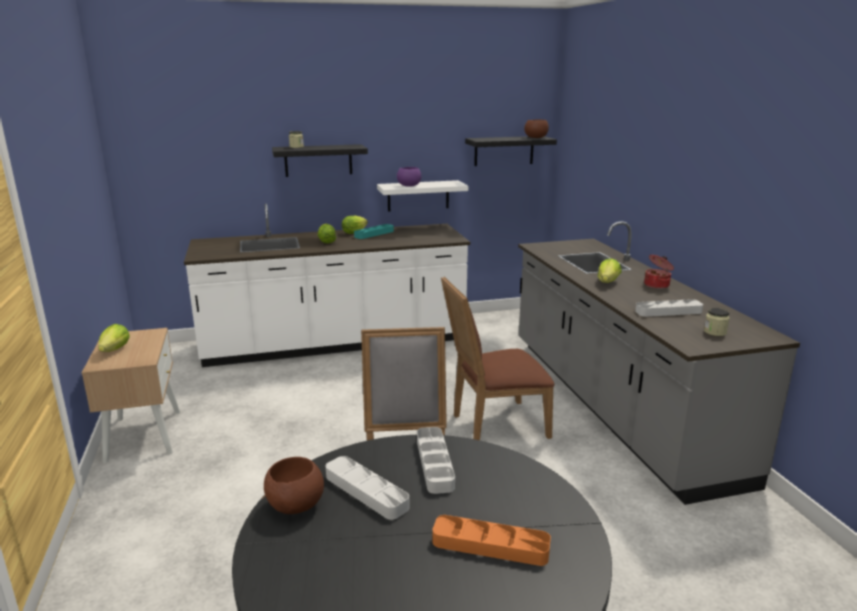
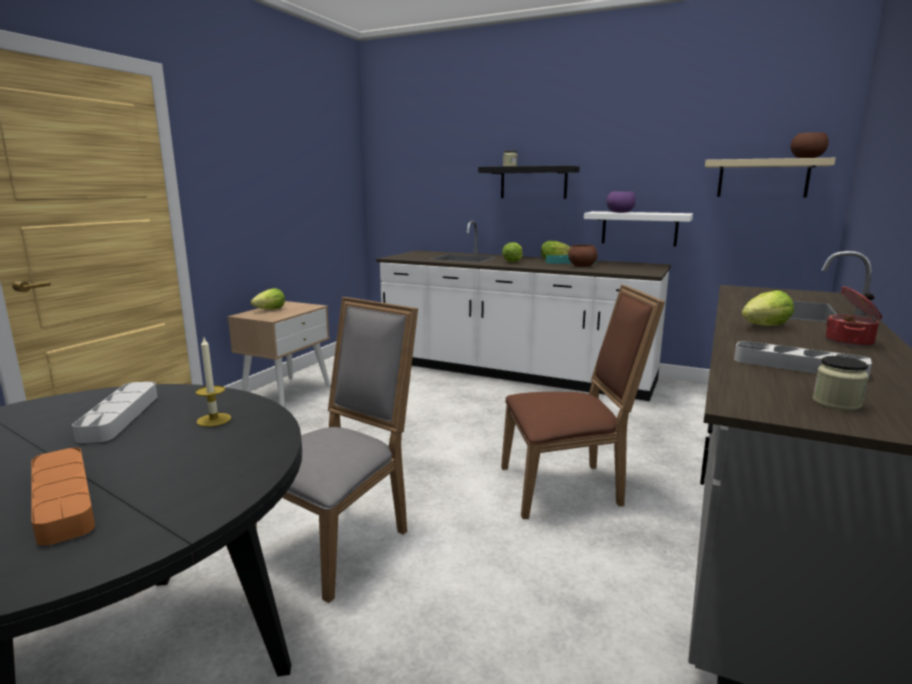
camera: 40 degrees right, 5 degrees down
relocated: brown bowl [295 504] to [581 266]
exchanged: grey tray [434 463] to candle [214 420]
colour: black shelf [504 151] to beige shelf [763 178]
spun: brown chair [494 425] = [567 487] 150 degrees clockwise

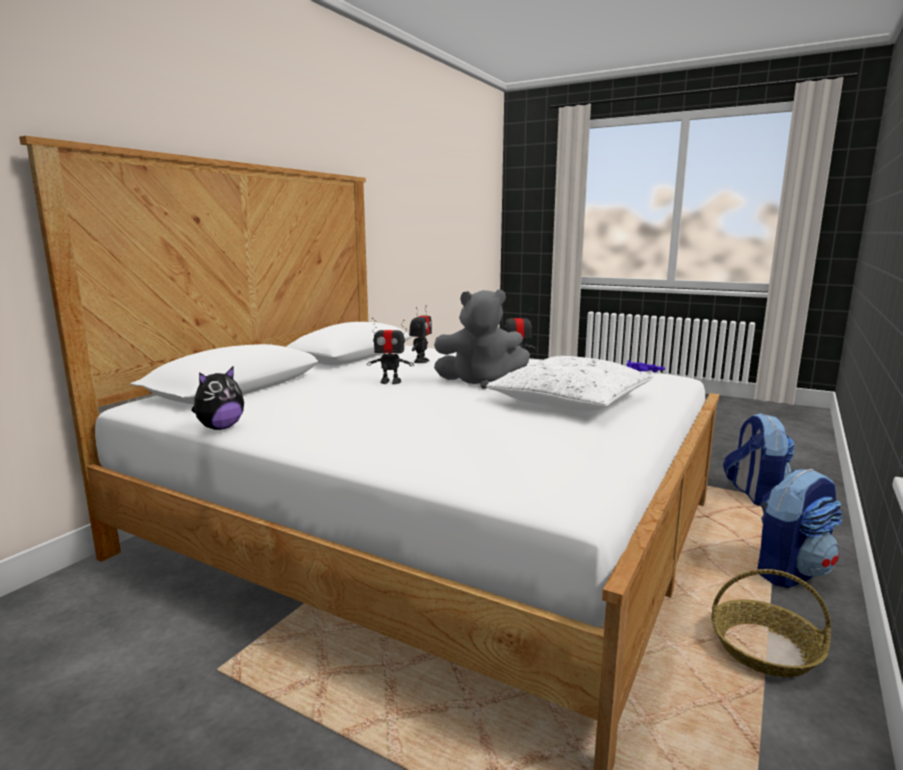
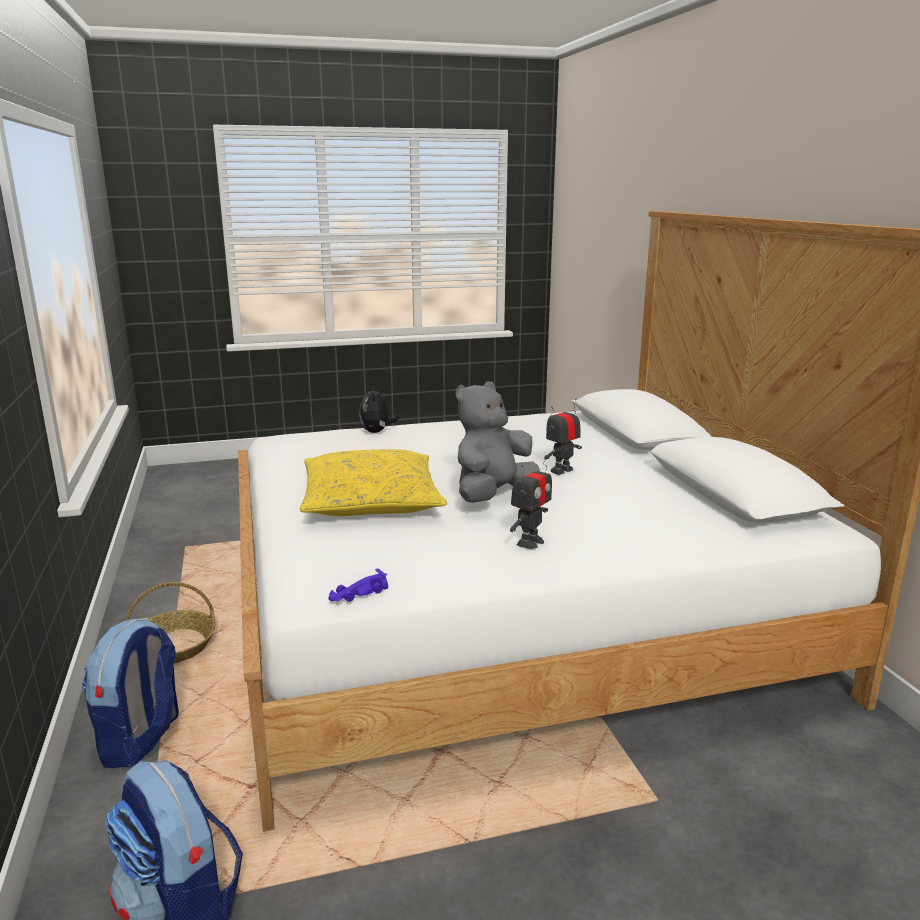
camera: 135 degrees right, 5 degrees up
missing: toy robot [421 361]
relocated: plush toy [220 428] to [377 432]
colour: white pillow [570 401] to yellow pillow [371 501]

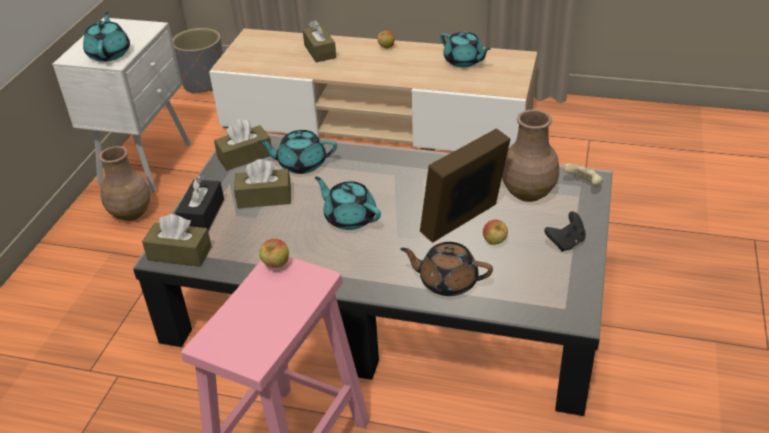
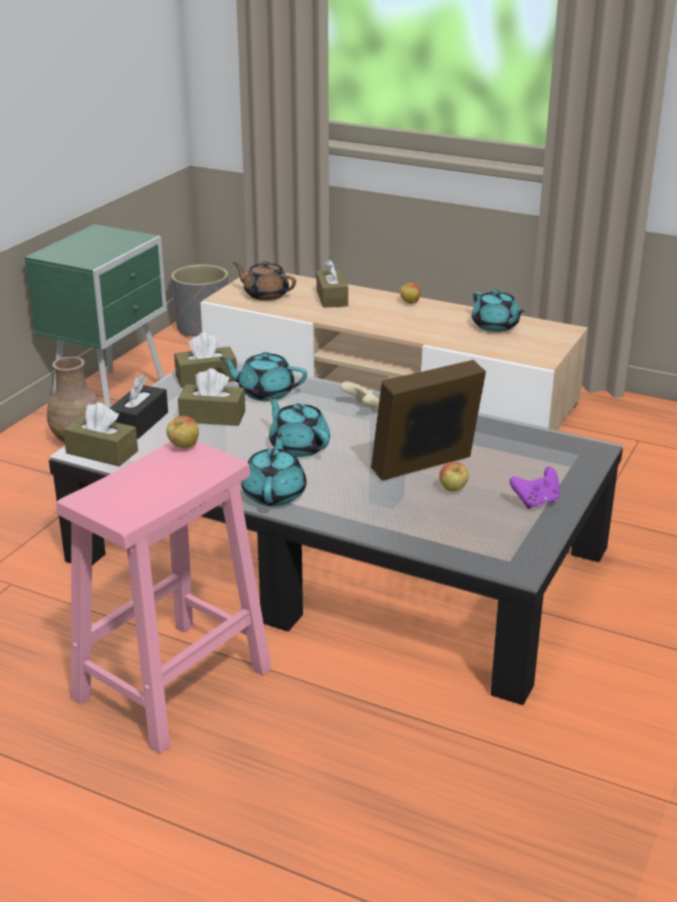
camera: 10 degrees right, 10 degrees down
missing: brown vase [527 193]
relocated: turquoise teapot [109 53] to [274 494]; brown teapot [447 281] to [265 295]; beige game controller [583 185] to [363 409]
colour: white nightstand [148 163] to green nightstand [113 396]; black game controller [566 243] to purple game controller [536 502]

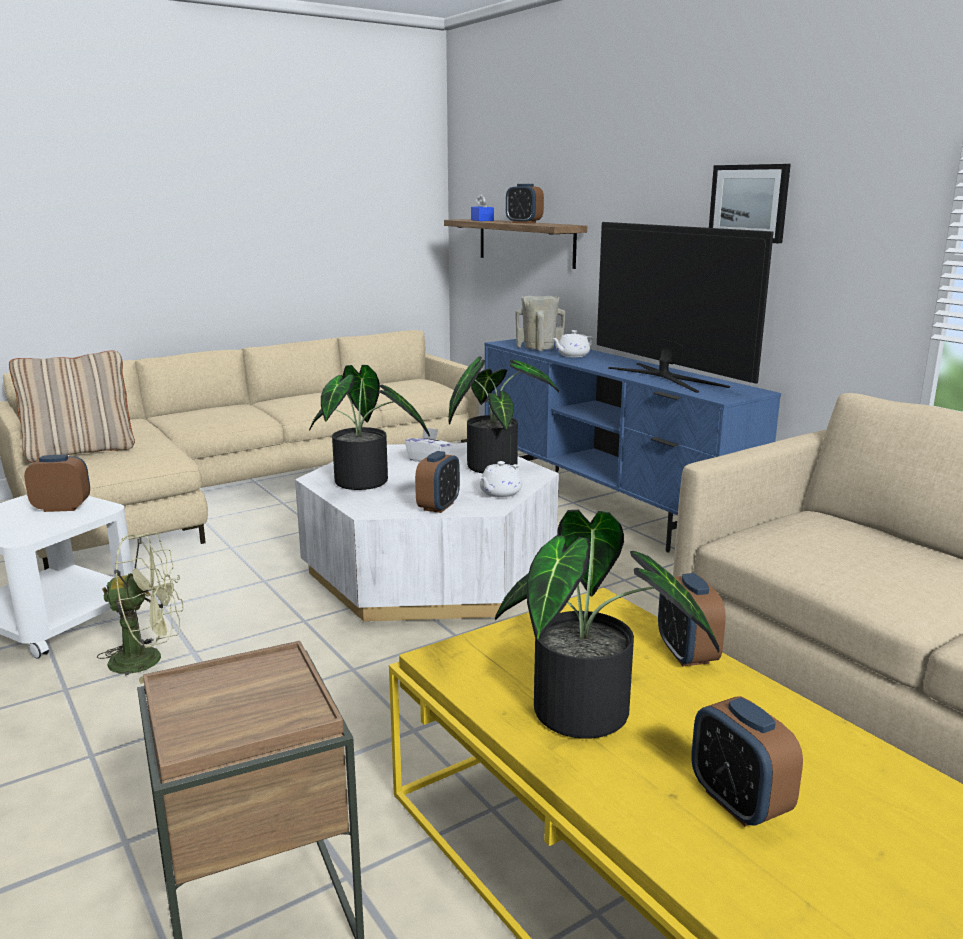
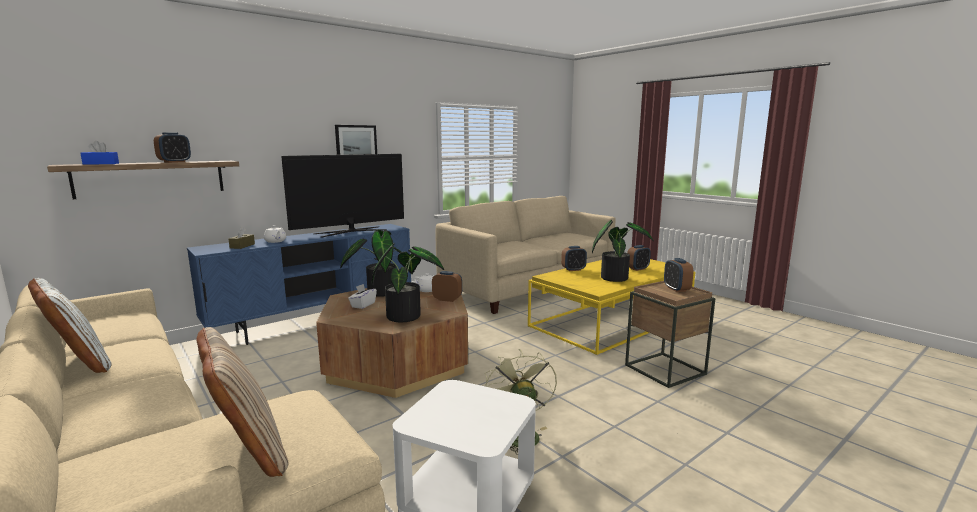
camera: 95 degrees left, 5 degrees down
appeared: white pillow [78 365]
relocated: alarm clock [62 508] to [676 289]
exchanged: beige vase [539 349] to brown tissue box [242 246]
colour: white coffee table [430 570] to brown coffee table [397 361]

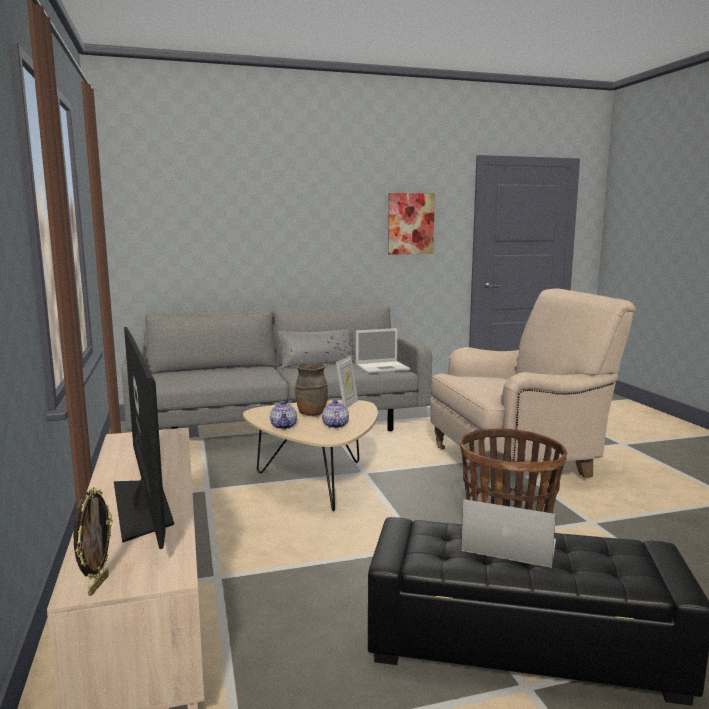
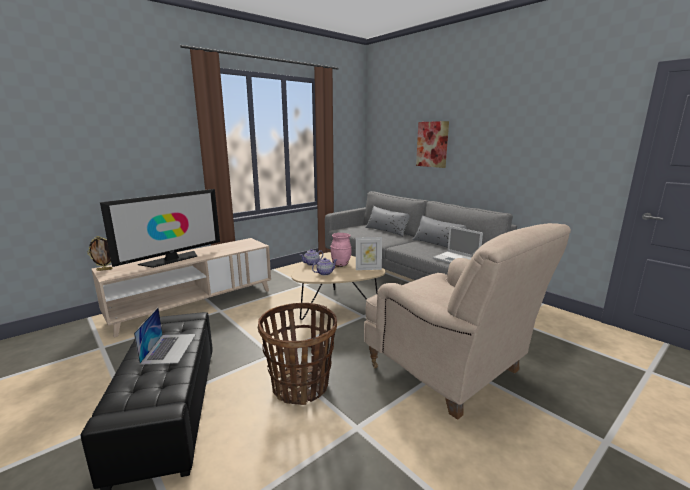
camera: 65 degrees right, 5 degrees up
appeared: grey pillow [387 231]
relocated: picture [410 224] to [432 144]
colour: brown vase [311 413] to pink vase [340 264]

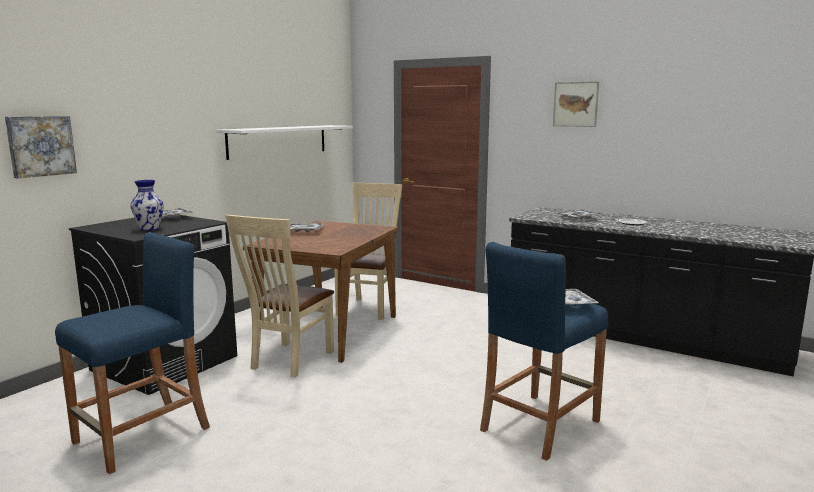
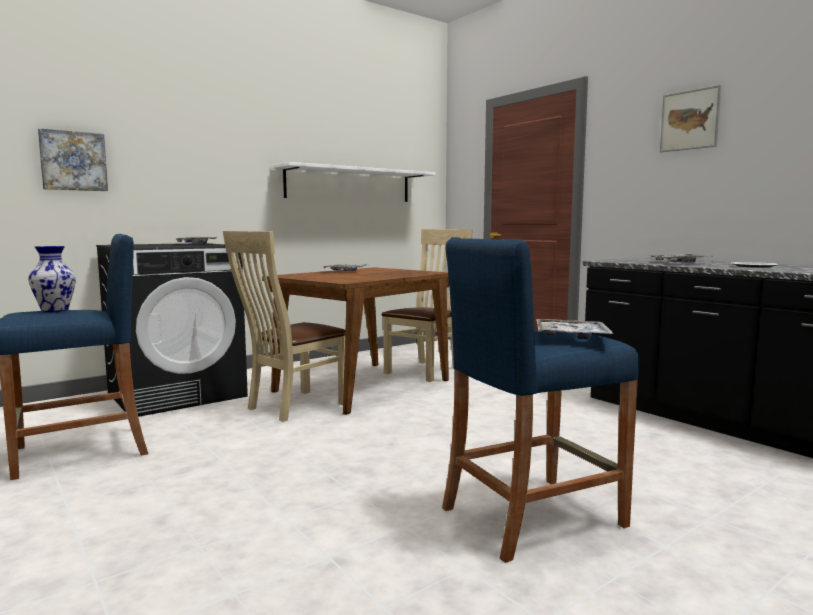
camera: 20 degrees right, 5 degrees down
relocated: vase [150 228] to [56 310]

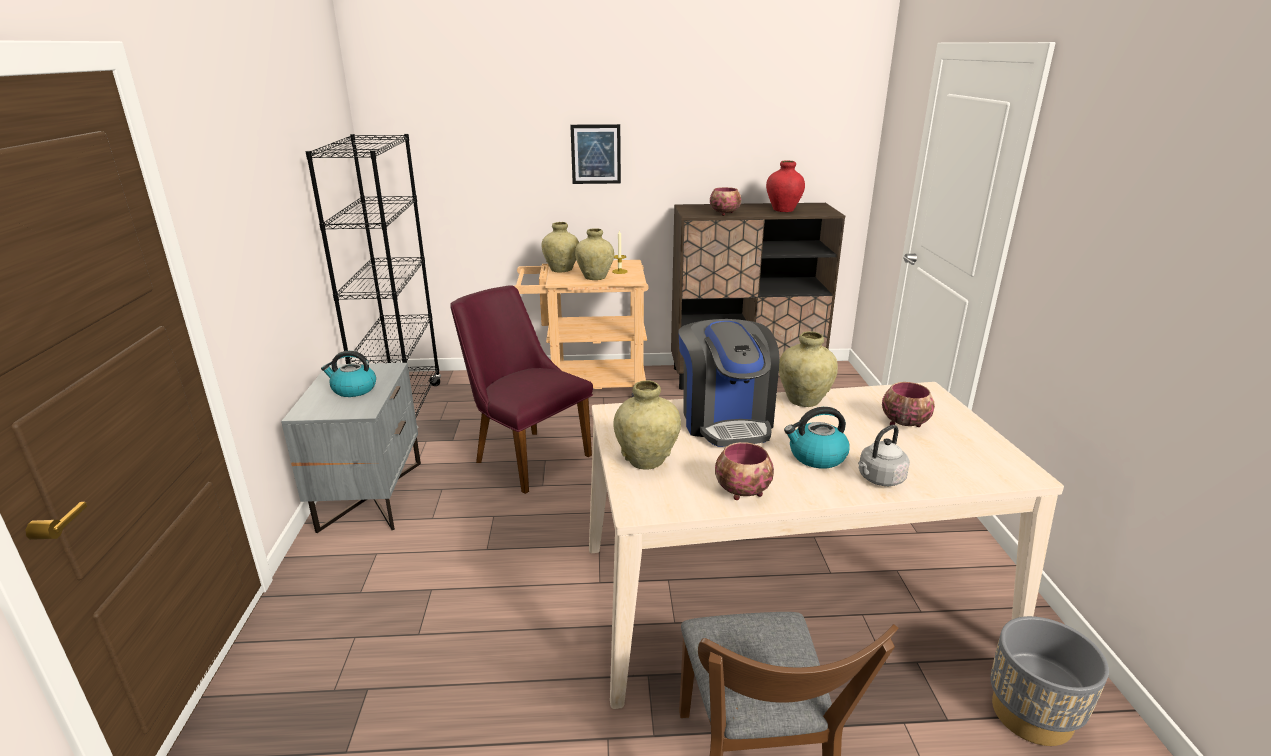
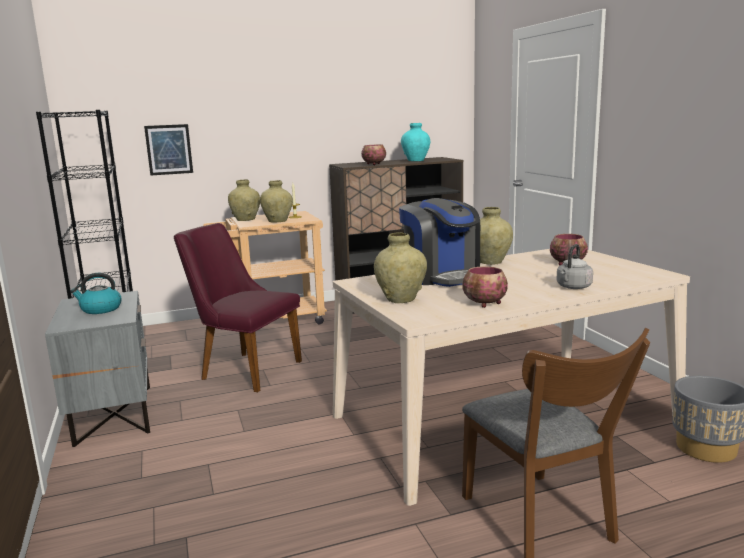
camera: 15 degrees left, 10 degrees down
missing: kettle [816 457]
relocated: picture [596 154] to [169 149]
colour: red vase [783 210] to turquoise vase [415 160]

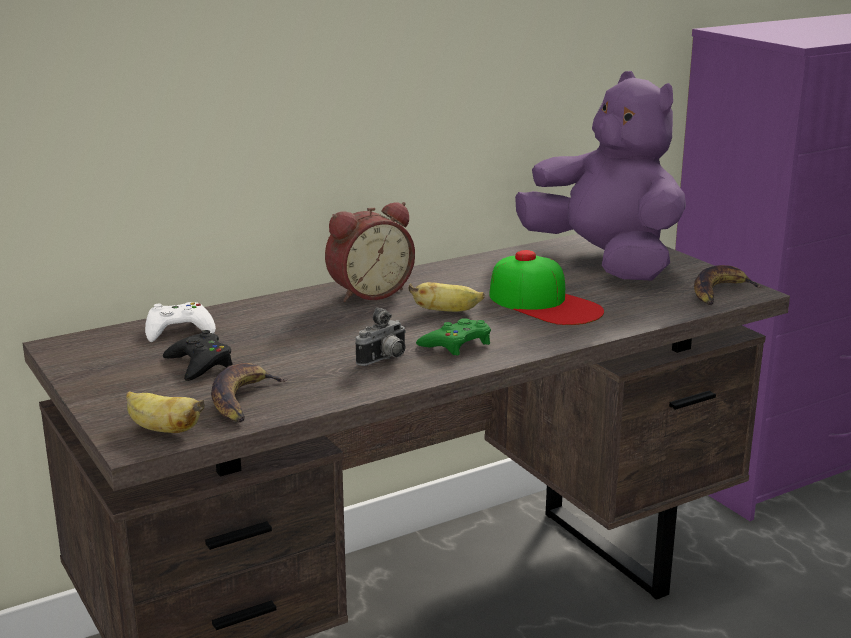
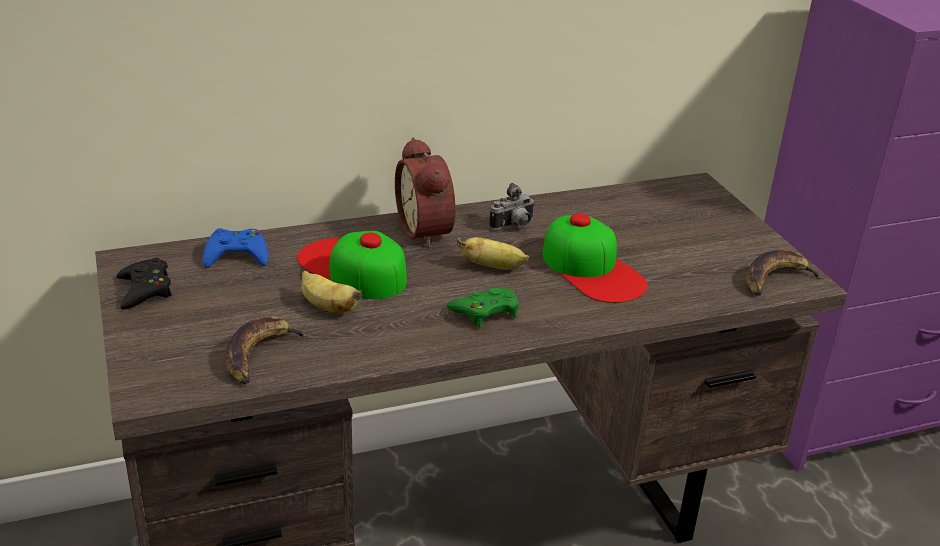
camera: 10 degrees right, 10 degrees up
missing: purple plush toy [604 262]
appeared: cap [352 268]
relocated: banana [162 429] to [327 307]; black game controller [199 364] to [144 290]; photo camera [385 360] to [513 226]
colour: white game controller [179 330] to blue game controller [237 255]
spun: alarm clock [368 292] = [428 231] 90 degrees clockwise

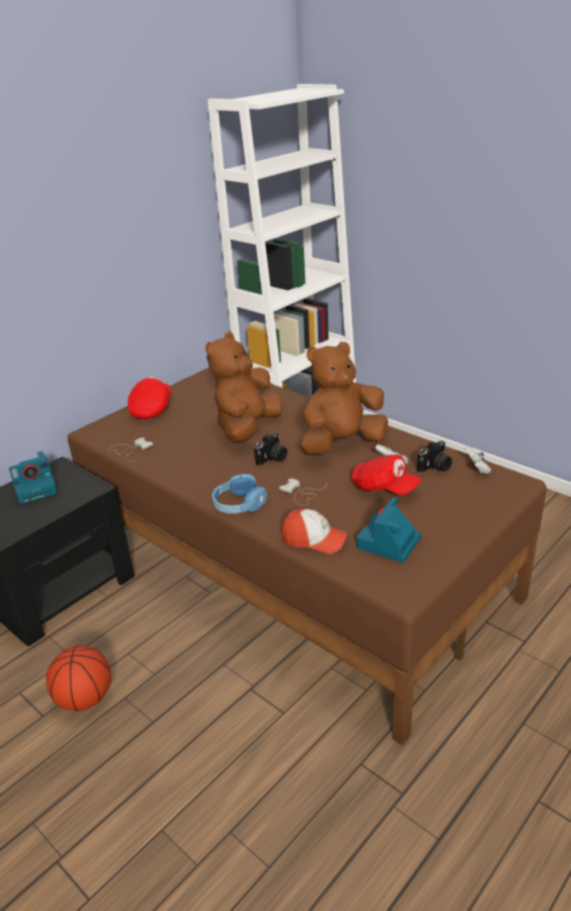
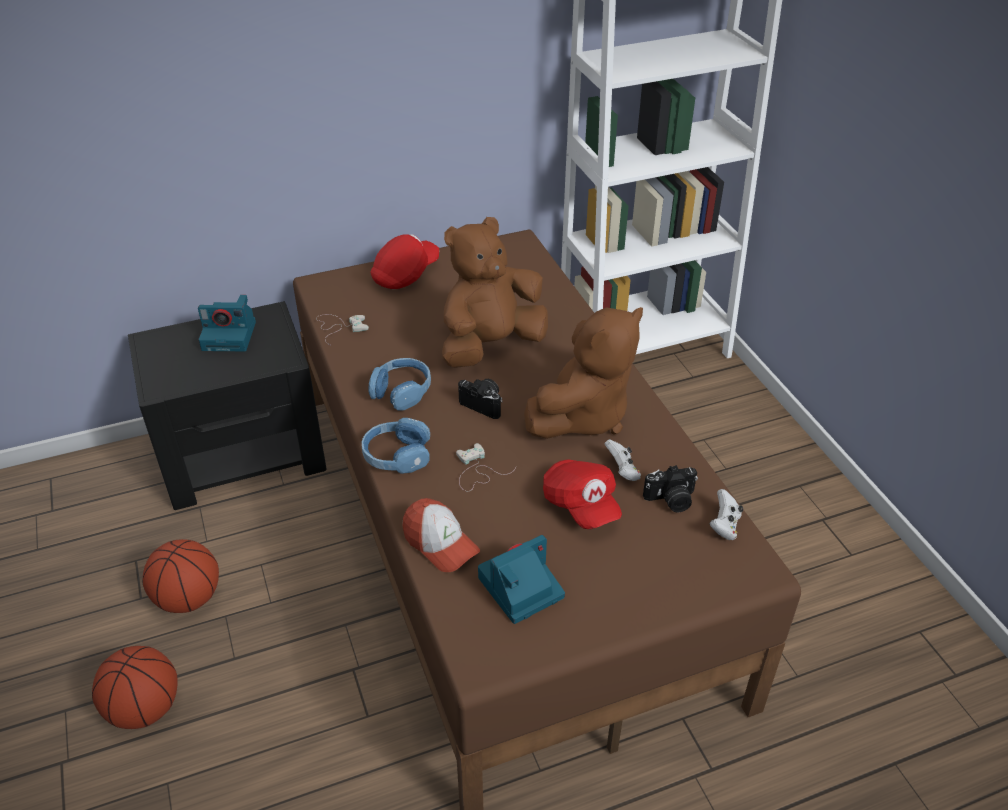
camera: 25 degrees right, 10 degrees up
appeared: basketball [145 709]; blue headphones [402 391]
spun: photo camera [272 459] = [484 404] 120 degrees counterclockwise; brown plush toy [341 444] = [583 415] 135 degrees clockwise

